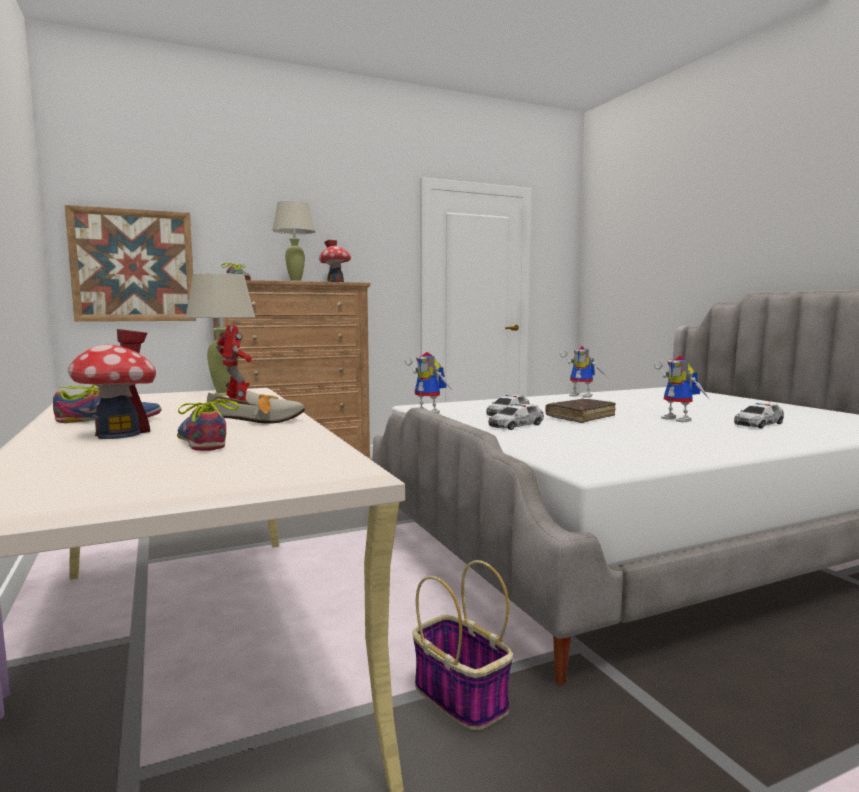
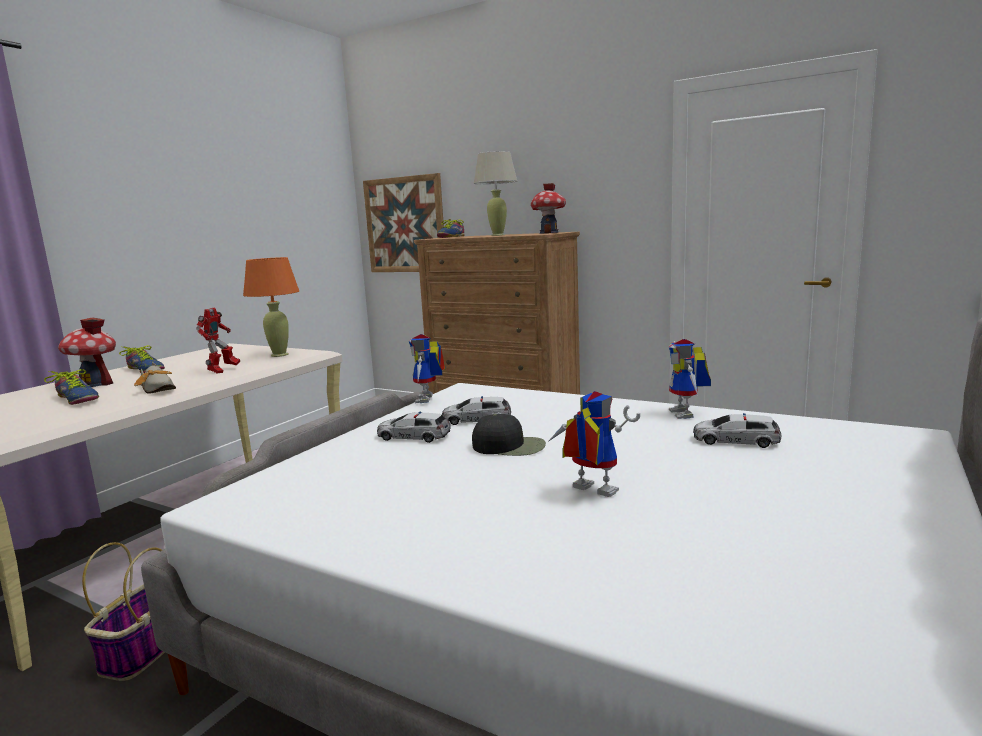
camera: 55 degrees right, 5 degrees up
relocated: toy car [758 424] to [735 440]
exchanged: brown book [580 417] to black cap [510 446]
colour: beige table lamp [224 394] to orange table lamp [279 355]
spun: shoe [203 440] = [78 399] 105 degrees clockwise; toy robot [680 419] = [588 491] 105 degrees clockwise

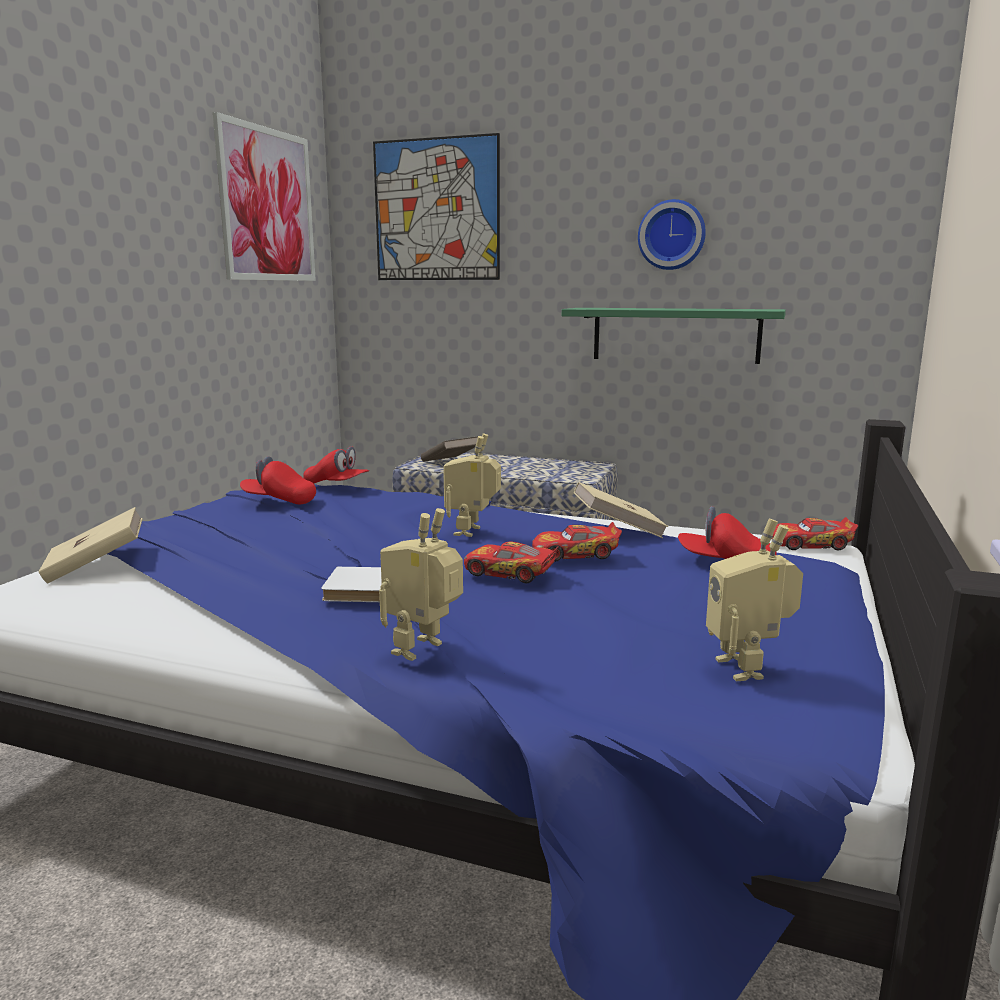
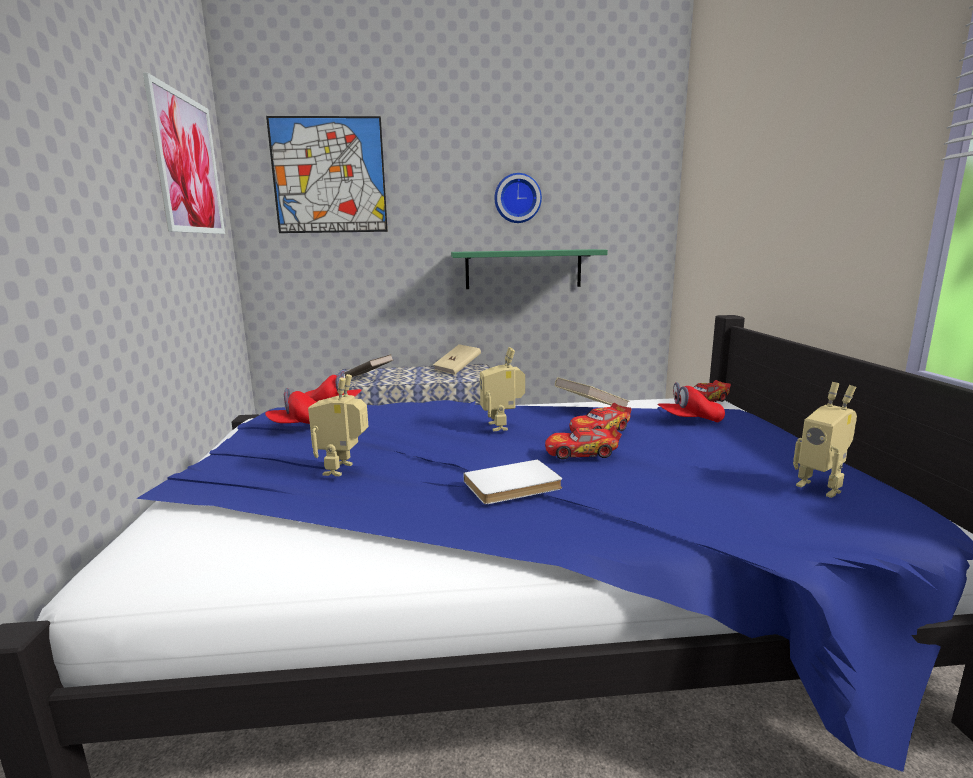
camera: 25 degrees left, 0 degrees up
relocated: beige book [96 567] to [457 369]; toy robot [424 651] to [343 469]

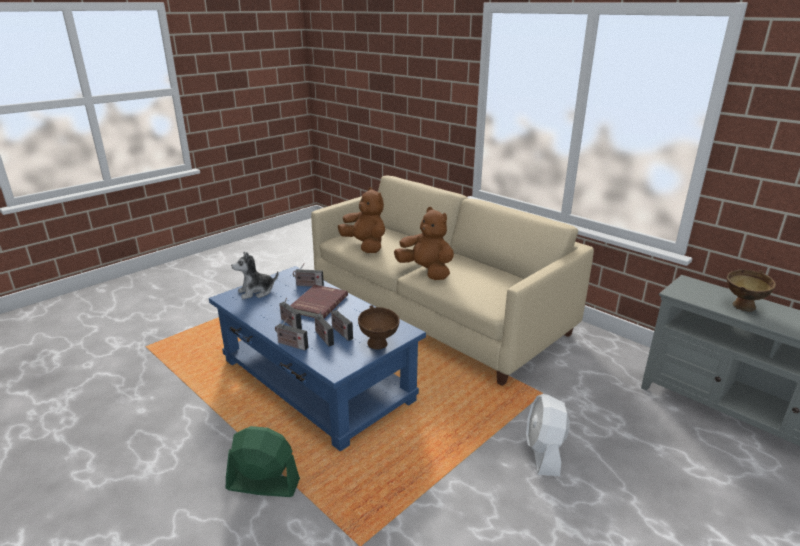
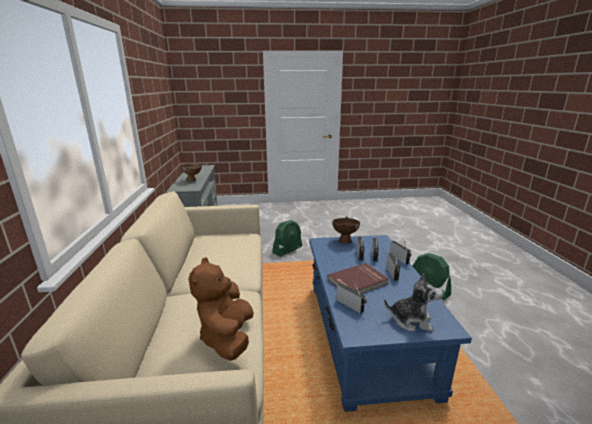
camera: 140 degrees left, 5 degrees down
missing: brown plush toy [426 271]
colour: white fan [543 452] to green fan [287 249]

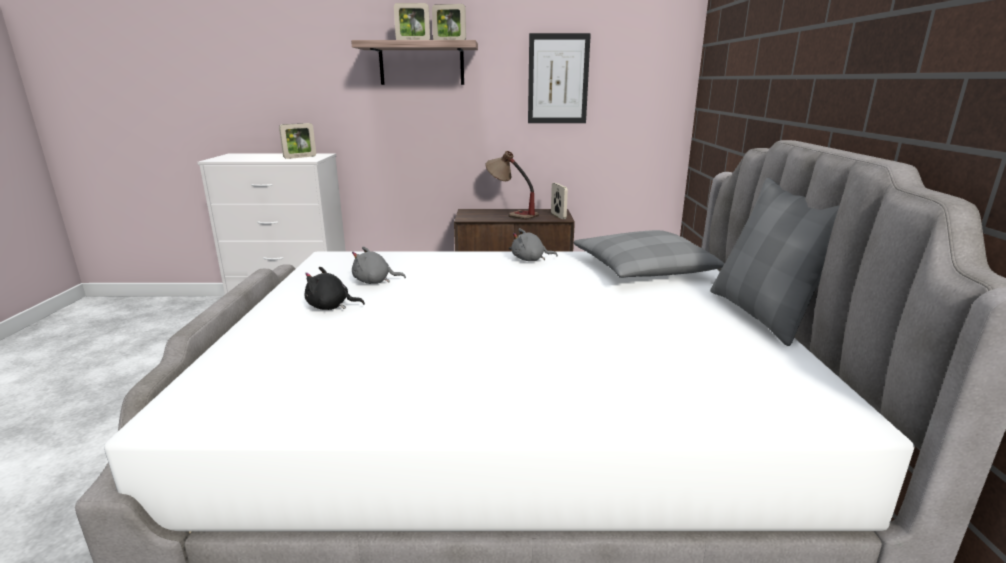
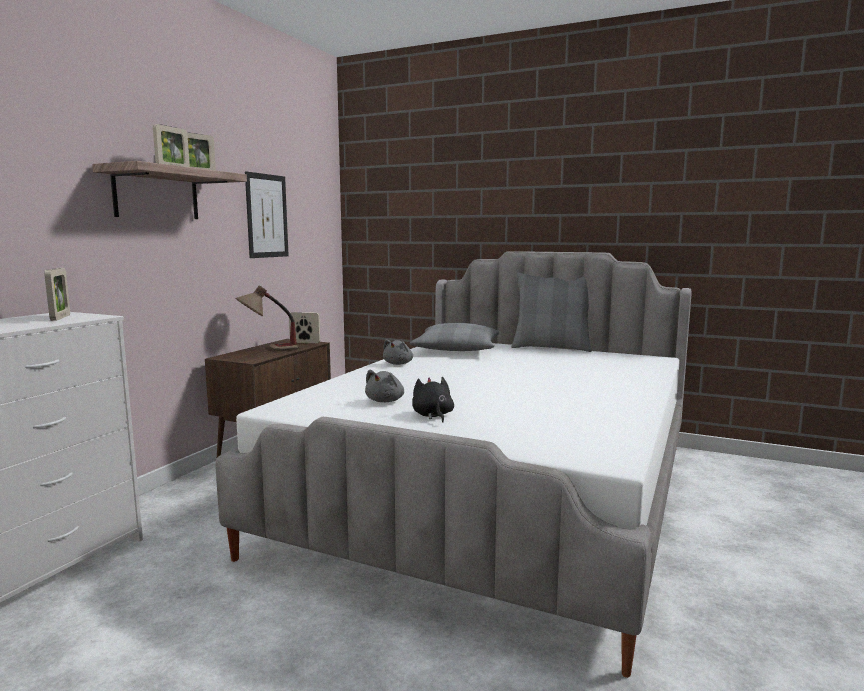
camera: 65 degrees left, 10 degrees down
spun: black plush toy [331 307] = [433 415] 135 degrees clockwise

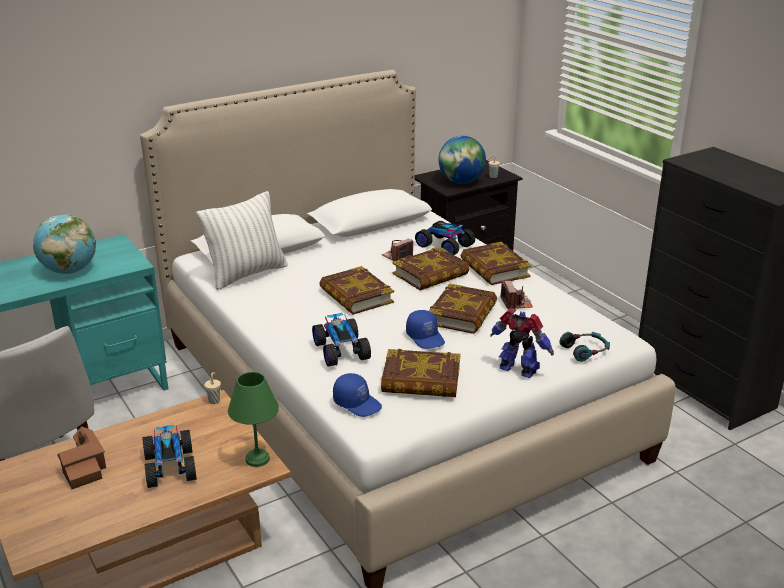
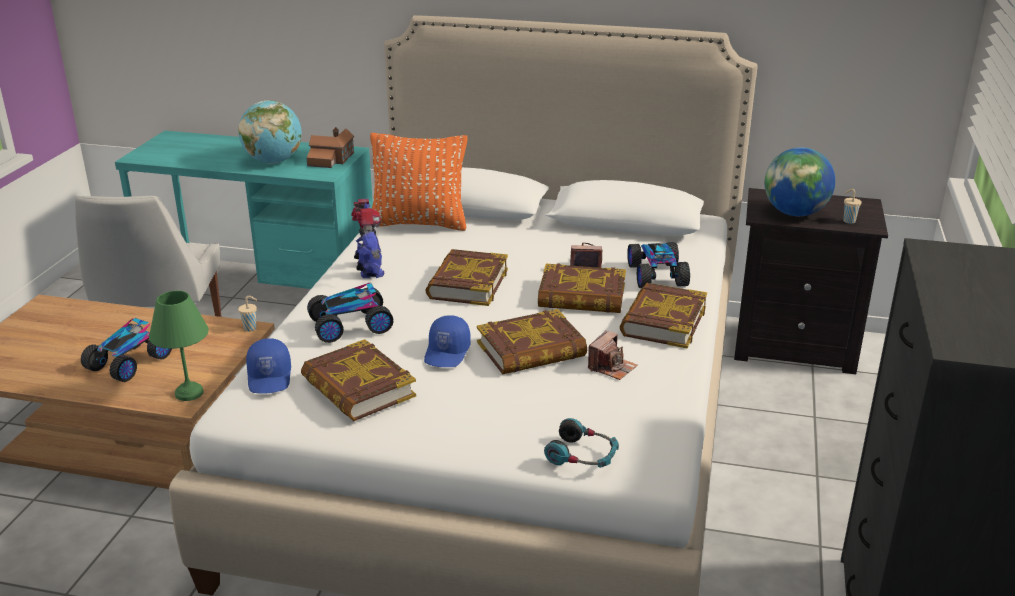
camera: 45 degrees right, 0 degrees up
relocated: toy house [84 467] to [331 159]; toy robot [518 370] to [369 270]
colour: white pillow [246 274] to orange pillow [419 223]
spun: toy car [340 351] = [350 325] 45 degrees clockwise

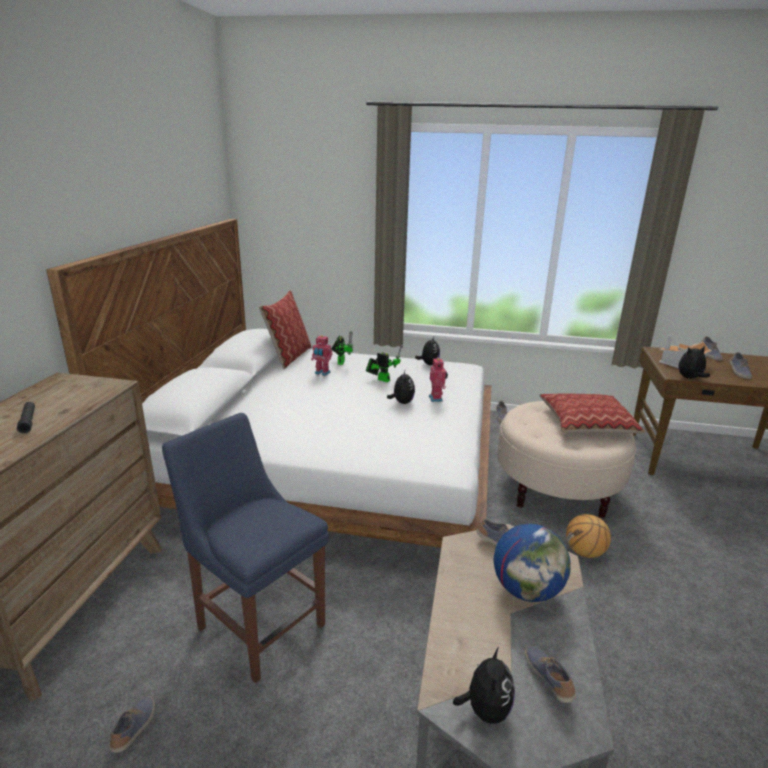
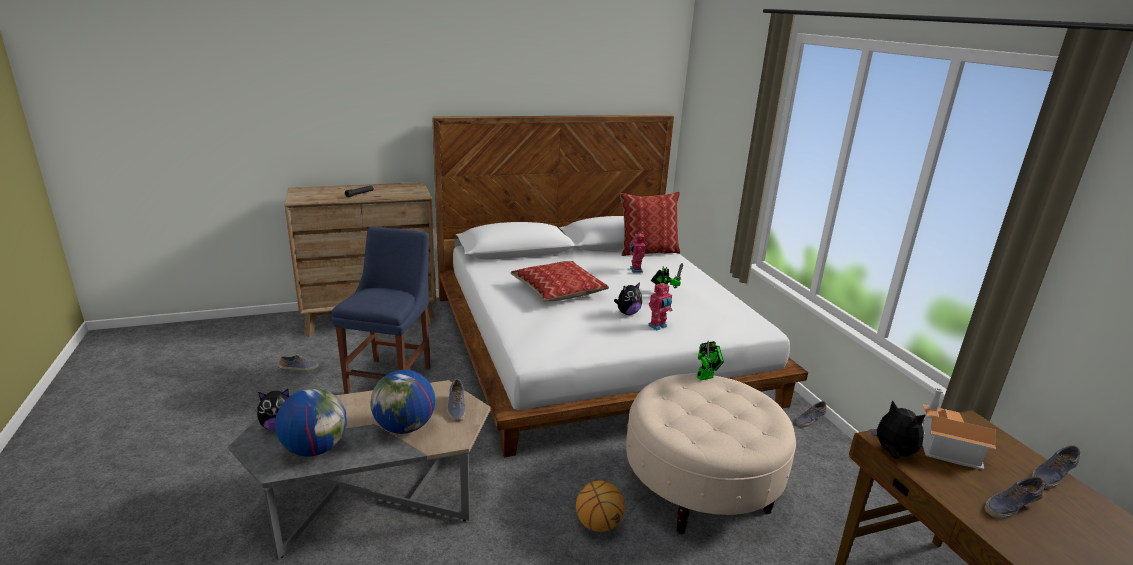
camera: 60 degrees right, 0 degrees up
missing: plush toy [428 364]
relocated: toy robot [341 362] to [707 377]; pillow [586 423] to [558 290]
exchanged: shoe [548 678] to globe [315 448]

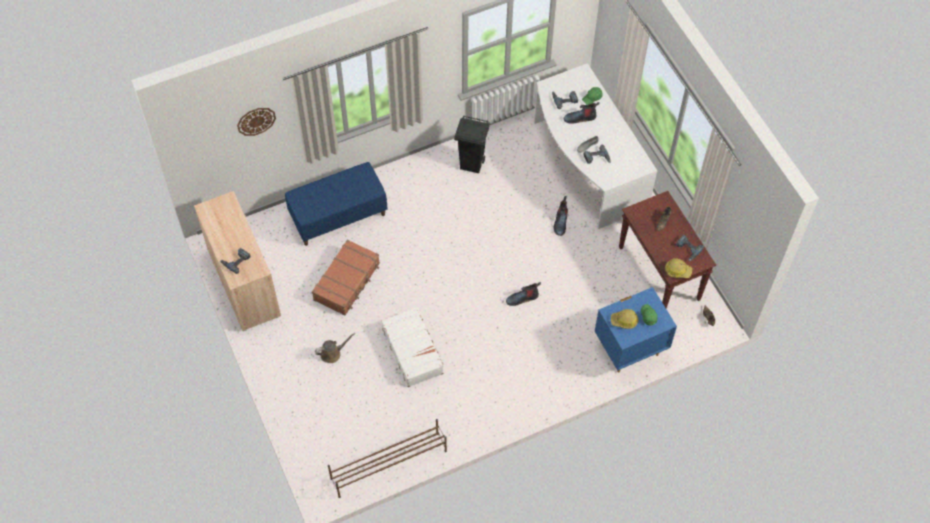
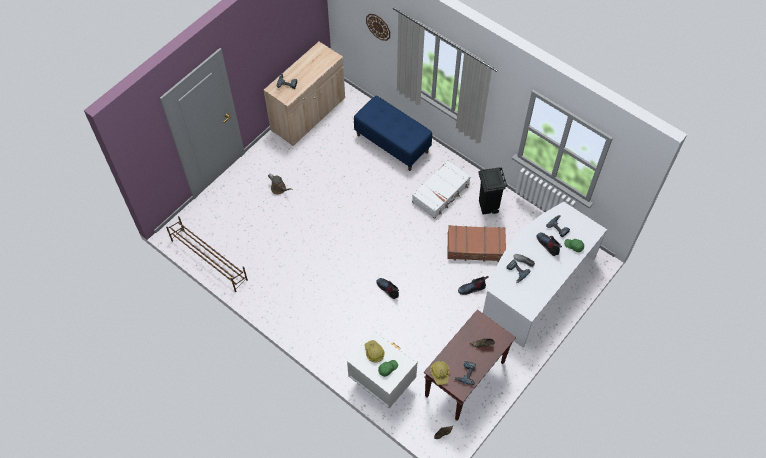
camera: 65 degrees right, 0 degrees up
relocated: brown suitcase [347 282] to [476 247]; white suitcase [413 351] to [441 193]
colour: blue nightstand [629 349] to white nightstand [382 383]

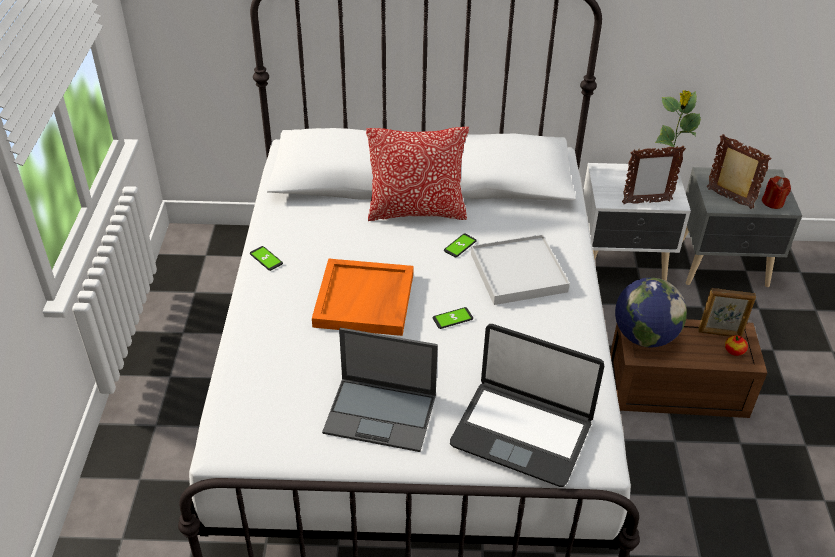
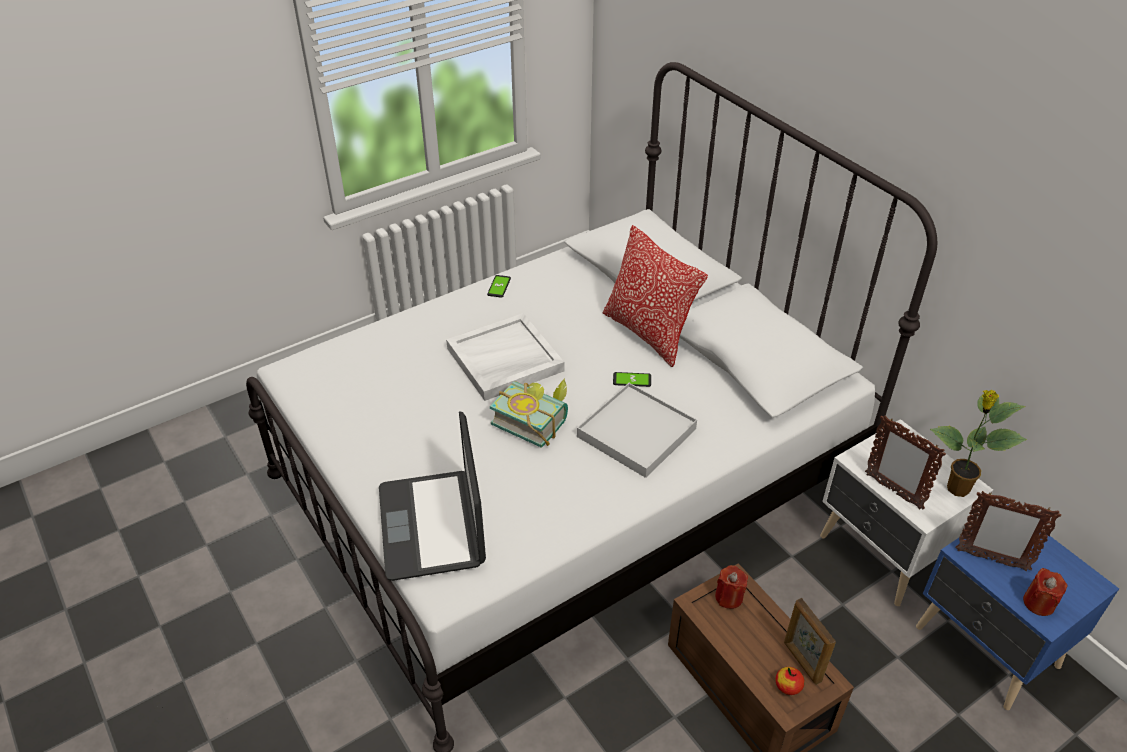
camera: 55 degrees right, 0 degrees up
missing: laptop [382 414]
exchanged: phone [452 318] to book [533 420]; globe [644 336] to red candle [729 597]
colour: orange tray [365 301] to white tray [504 360]; grey nightstand [723 267] to blue nightstand [986 649]
spun: picture frame [729 199] = [991 560] 105 degrees clockwise

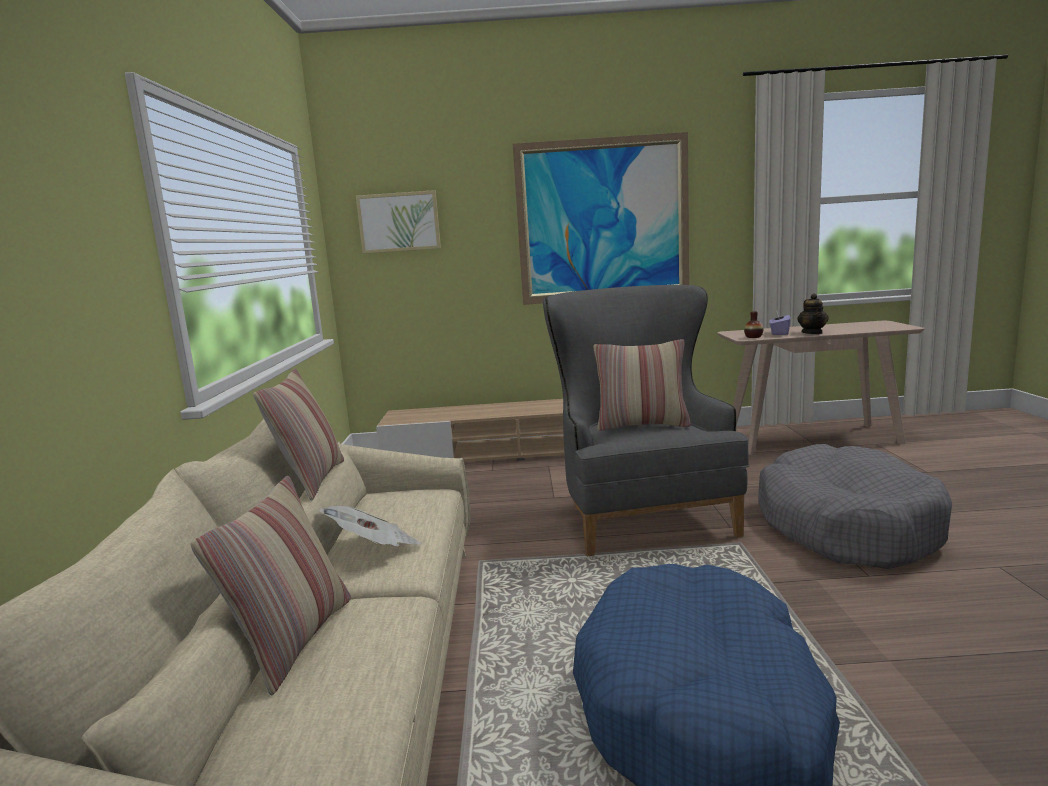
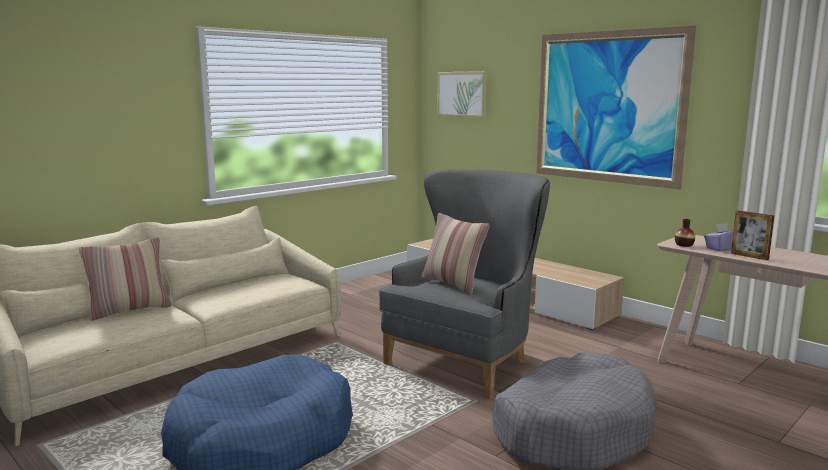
camera: 45 degrees right, 0 degrees up
missing: pillow [311 480]; newspaper [375 549]
exchanged: teapot [812 333] to picture frame [749 256]

